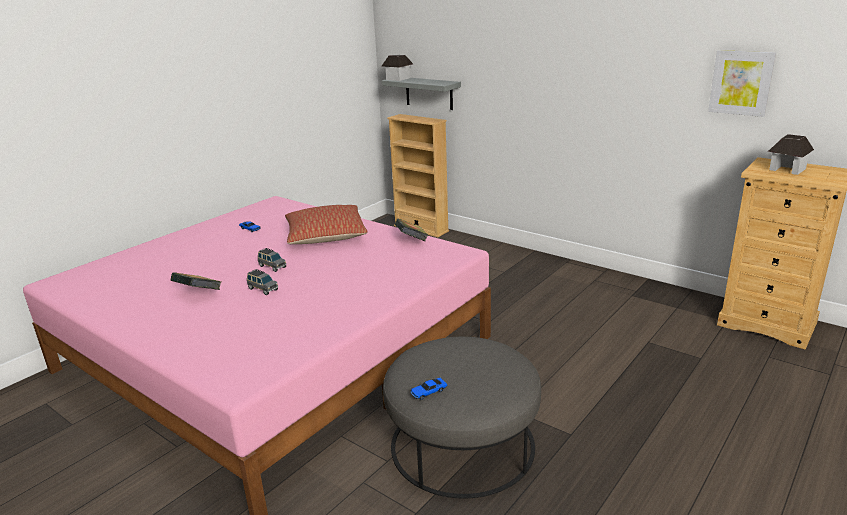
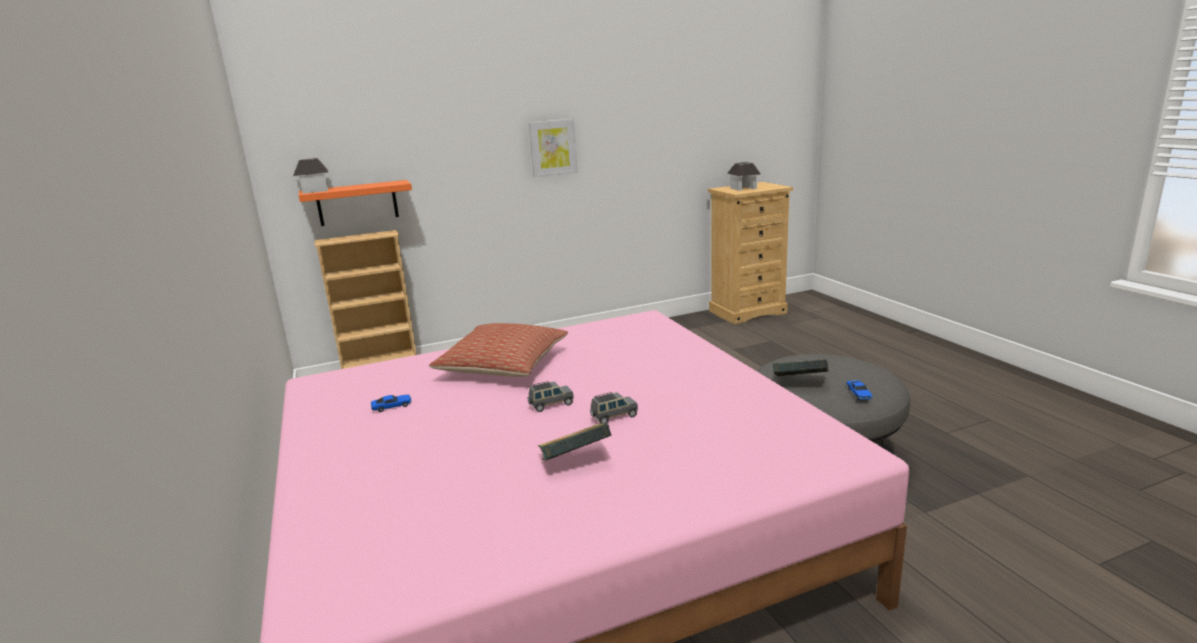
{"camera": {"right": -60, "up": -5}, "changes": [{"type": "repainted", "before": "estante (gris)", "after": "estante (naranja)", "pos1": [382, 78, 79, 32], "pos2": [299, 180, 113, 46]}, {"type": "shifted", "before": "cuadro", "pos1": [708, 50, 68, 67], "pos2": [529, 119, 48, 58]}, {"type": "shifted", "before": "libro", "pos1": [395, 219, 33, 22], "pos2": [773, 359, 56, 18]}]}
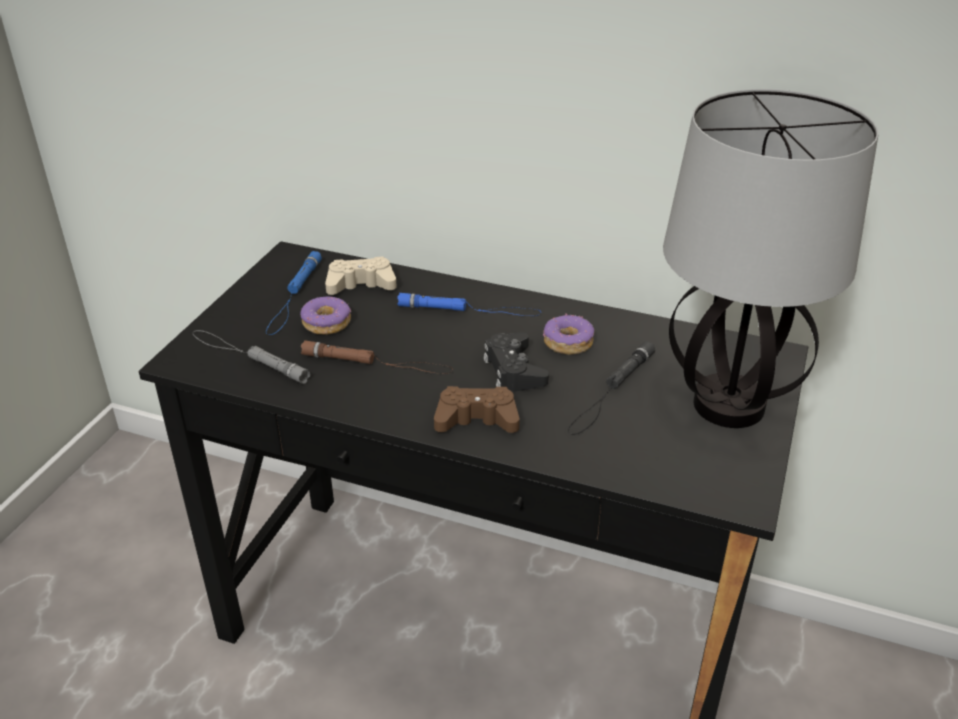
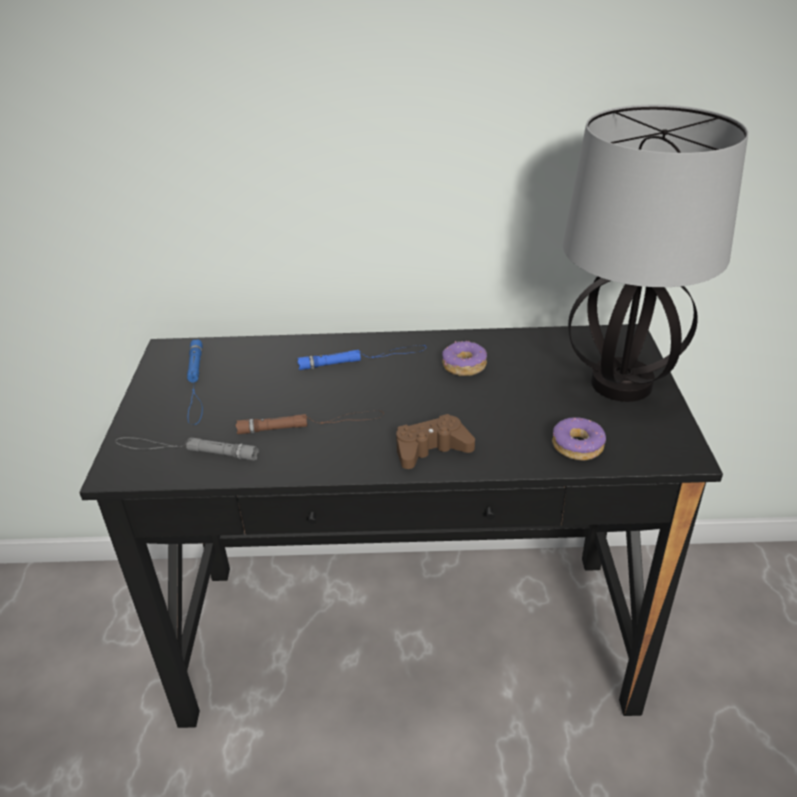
{"camera": {"right": -20, "up": 0}, "changes": [{"type": "shifted", "before": "rosquilla", "pos1": [300, 296, 52, 39], "pos2": [552, 417, 54, 44]}, {"type": "gone", "before": "mando de consola (beis)", "pos1": [325, 256, 72, 39]}, {"type": "gone", "before": "mando de consola (negro)", "pos1": [483, 332, 66, 60]}, {"type": "gone", "before": "linterna (negro)", "pos1": [568, 341, 87, 94]}]}
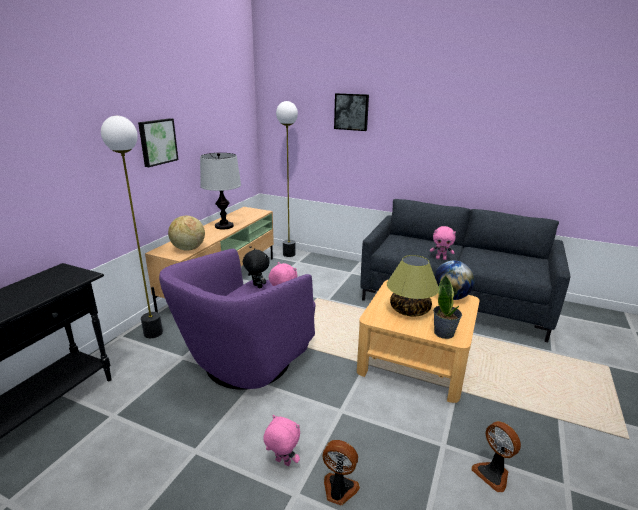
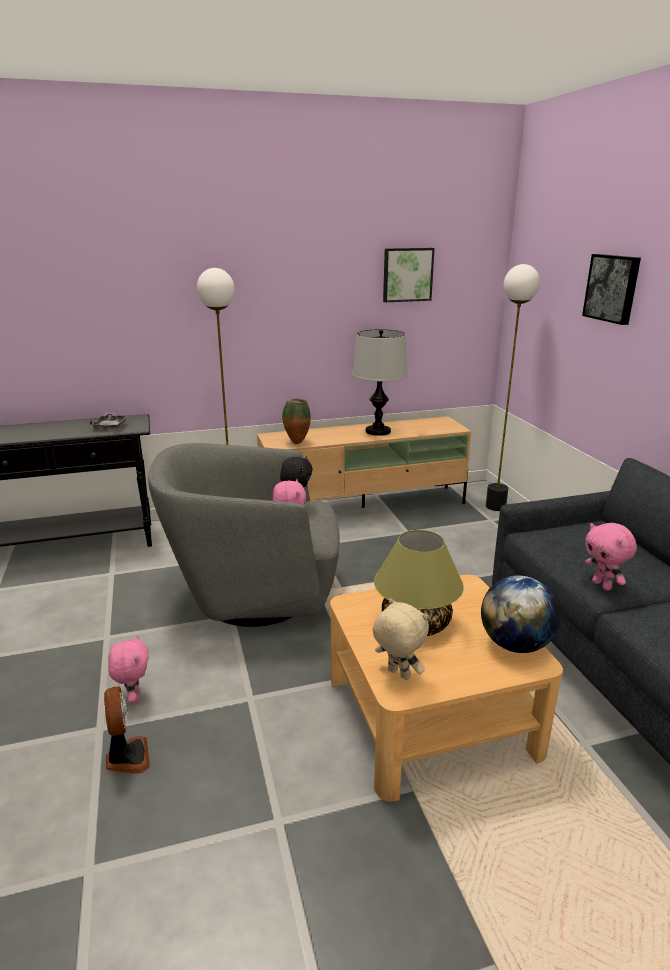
{"camera": {"right": 50, "up": 0}, "changes": [{"type": "new", "after": "bandeja (gris)", "pos2": [89, 413, 40, 17]}, {"type": "repainted", "before": "sillón (morado)", "after": "sillón (gris)", "pos1": [159, 249, 157, 141], "pos2": [148, 443, 192, 184]}, {"type": "swapped", "before": "globo terráqueo", "after": "florero", "pos1": [168, 216, 37, 35], "pos2": [282, 398, 29, 46]}, {"type": "swapped", "before": "planta en maceta", "after": "peluche (beis)", "pos1": [433, 275, 29, 64], "pos2": [373, 598, 56, 82]}, {"type": "shifted", "before": "cuadro", "pos1": [138, 118, 40, 49], "pos2": [383, 248, 52, 54]}, {"type": "gone", "before": "ventilador", "pos1": [471, 421, 50, 71]}]}
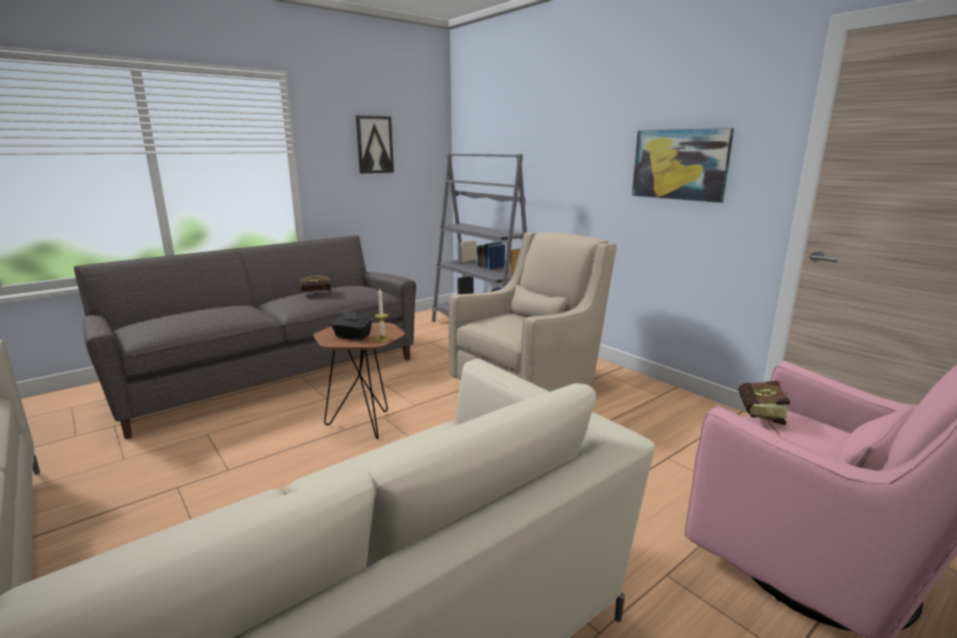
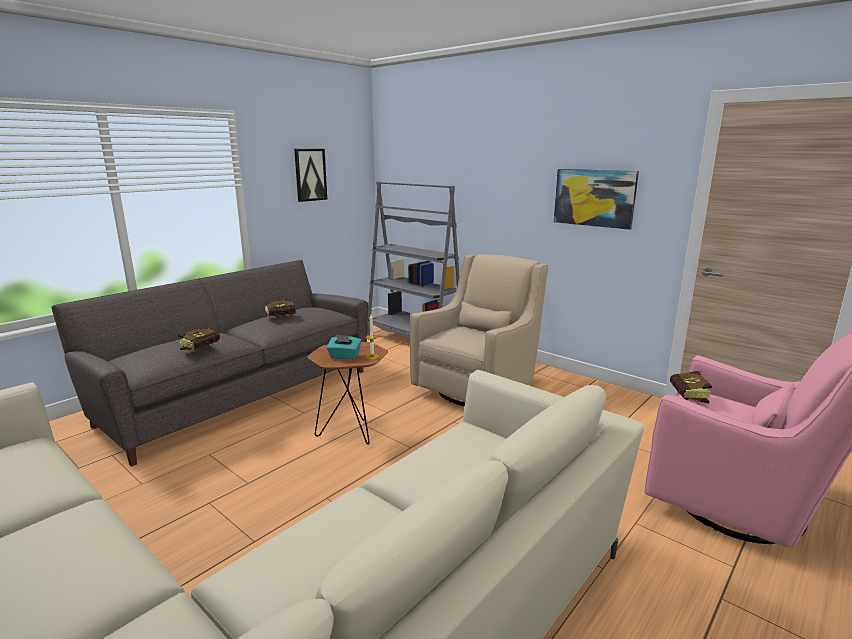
{"camera": {"right": -10, "up": 0}, "changes": [{"type": "new", "after": "libro", "pos2": [178, 326, 42, 24]}, {"type": "repainted", "before": "caja de pañuelos (negro)", "after": "caja de pañuelos (turquesa)", "pos1": [331, 310, 41, 30], "pos2": [326, 335, 35, 25]}]}
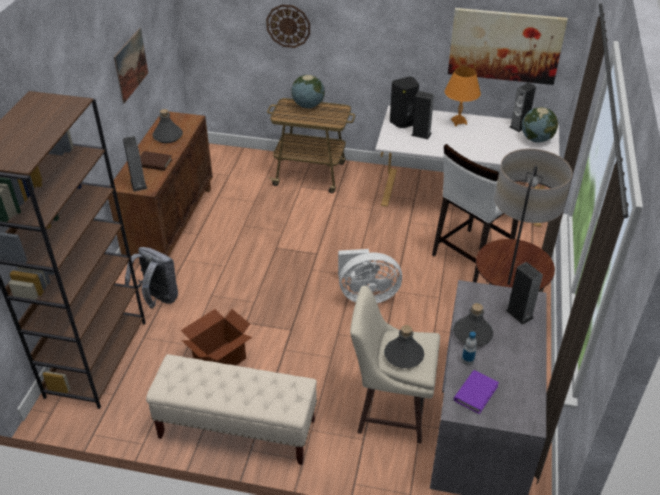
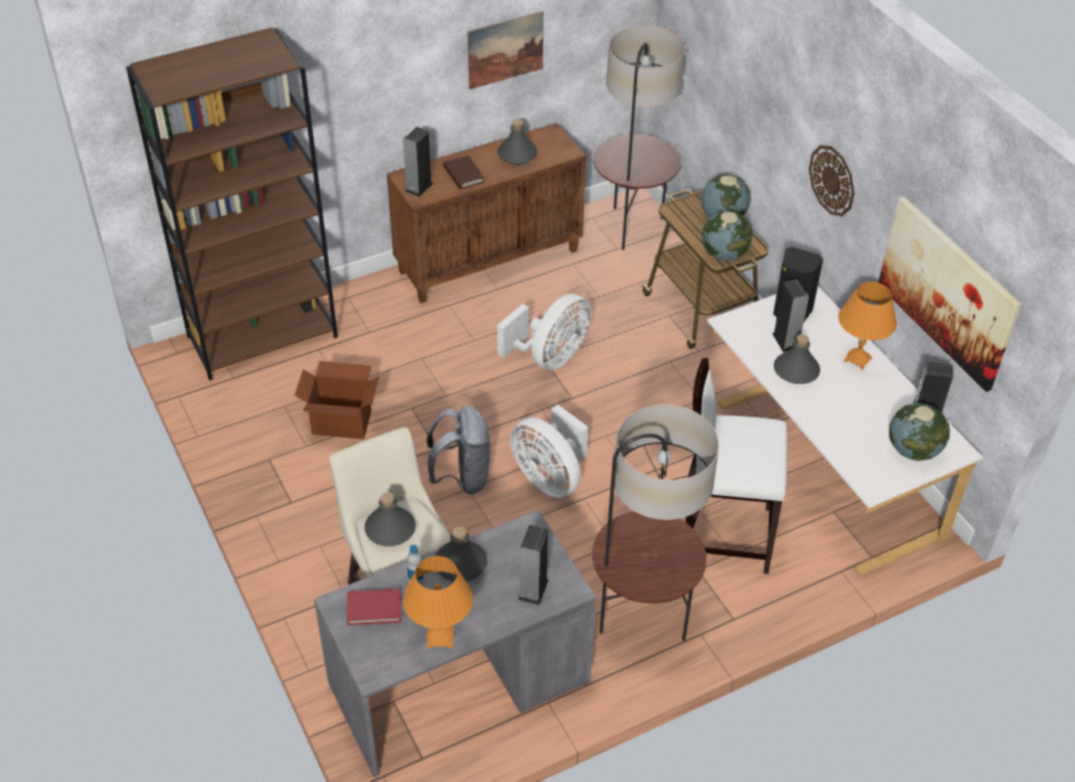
{"camera": {"right": 50, "up": 5}, "changes": [{"type": "repainted", "before": "libro (morado)", "after": "libro (rojo)", "pos1": [454, 370, 45, 44], "pos2": [347, 589, 54, 37]}, {"type": "new", "after": "lámpara de mesa (naranja)", "pos2": [403, 556, 70, 93]}, {"type": "shifted", "before": "mochila (gris)", "pos1": [125, 247, 53, 62], "pos2": [426, 405, 65, 89]}, {"type": "new", "after": "ventilador (blanco)", "pos2": [497, 294, 94, 76]}, {"type": "new", "after": "lámpara de pie", "pos2": [594, 26, 91, 224]}, {"type": "new", "after": "globo terráqueo", "pos2": [702, 210, 51, 51]}, {"type": "new", "after": "botella (gris)", "pos2": [774, 334, 46, 50]}, {"type": "shifted", "before": "reloj de pared", "pos1": [266, 4, 44, 44], "pos2": [809, 145, 46, 71]}, {"type": "gone", "before": "banco (beis)", "pos1": [146, 354, 171, 111]}]}
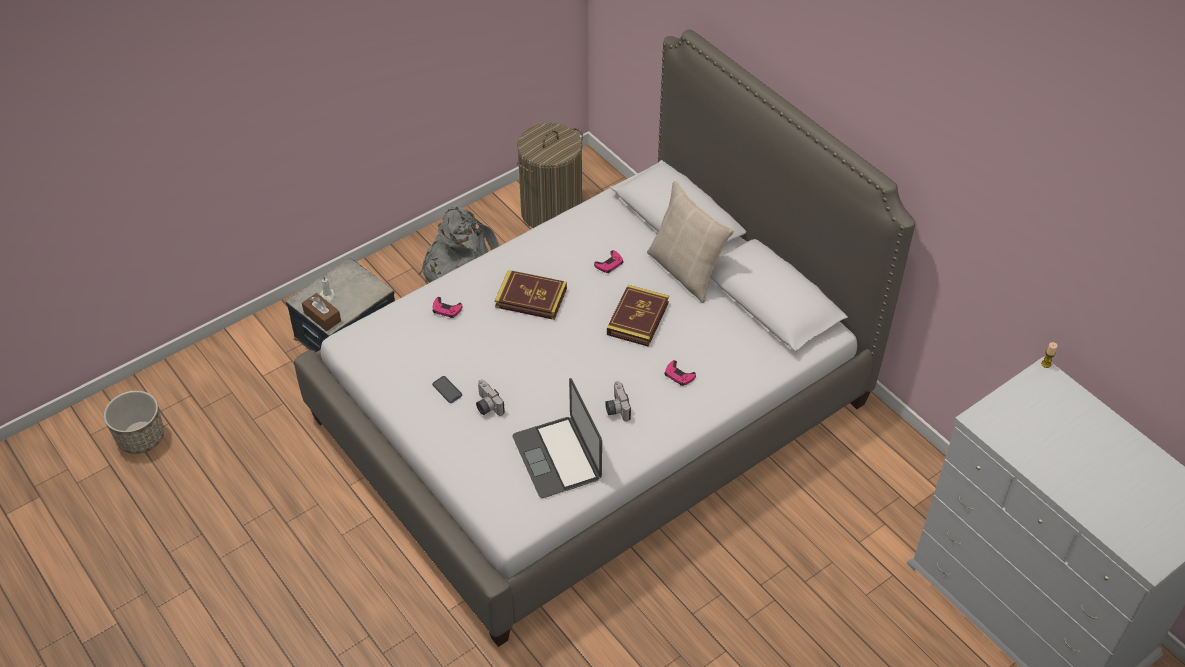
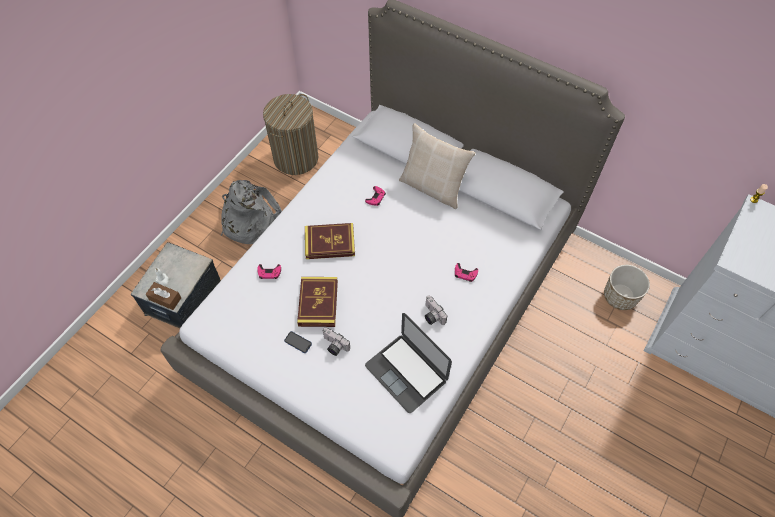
{"camera": {"right": -20, "up": 10}, "changes": [{"type": "shifted", "before": "libro", "pos1": [607, 285, 62, 62], "pos2": [297, 277, 41, 50]}, {"type": "shifted", "before": "maceta", "pos1": [104, 390, 60, 64], "pos2": [604, 265, 46, 45]}]}
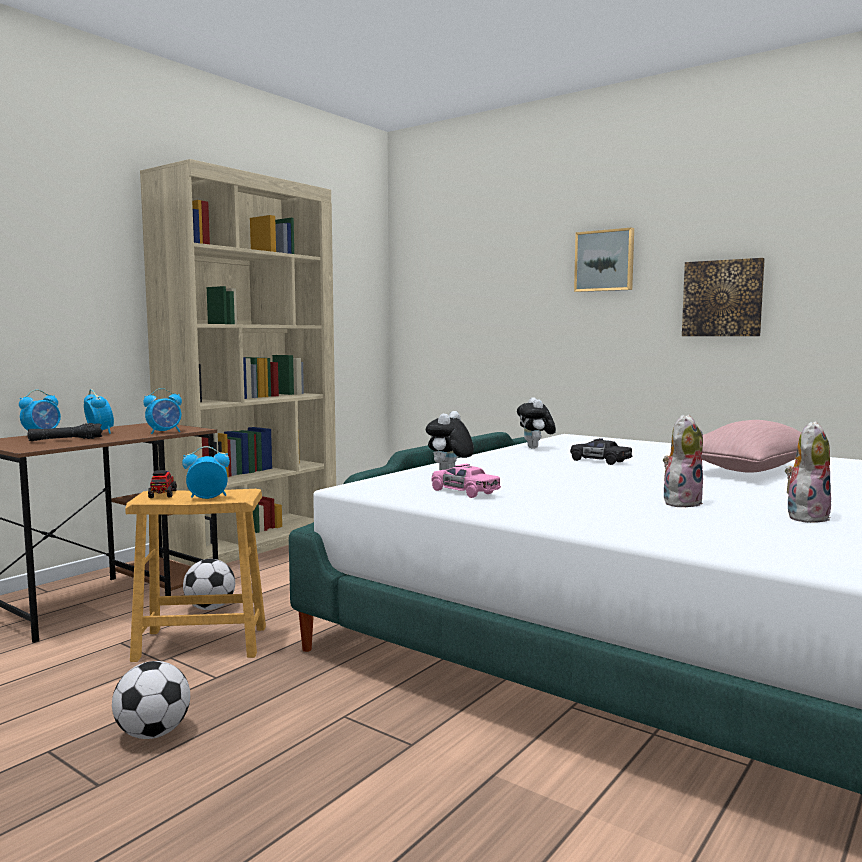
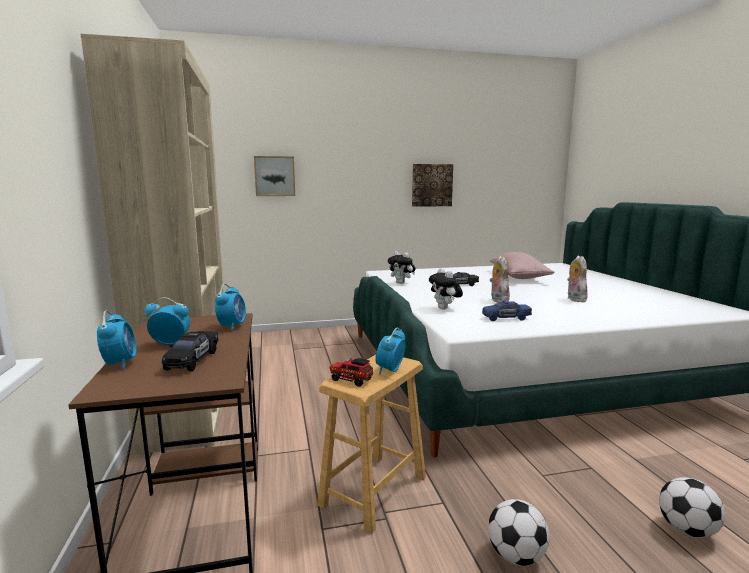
{"camera": {"right": -50, "up": 5}, "changes": [{"type": "swapped", "before": "linterna (negro)", "after": "coche de juguete (negro)", "pos1": [27, 423, 76, 18], "pos2": [162, 331, 57, 40]}, {"type": "shifted", "before": "cuadro", "pos1": [574, 227, 60, 65], "pos2": [254, 156, 41, 40]}, {"type": "repainted", "before": "coche de juguete (rosa)", "after": "coche de juguete (azul)", "pos1": [431, 464, 70, 34], "pos2": [482, 301, 50, 20]}, {"type": "shifted", "before": "peluche", "pos1": [785, 421, 46, 102], "pos2": [490, 256, 20, 47]}, {"type": "shifted", "before": "balón de fútbol", "pos1": [183, 559, 52, 51], "pos2": [659, 477, 66, 61]}]}
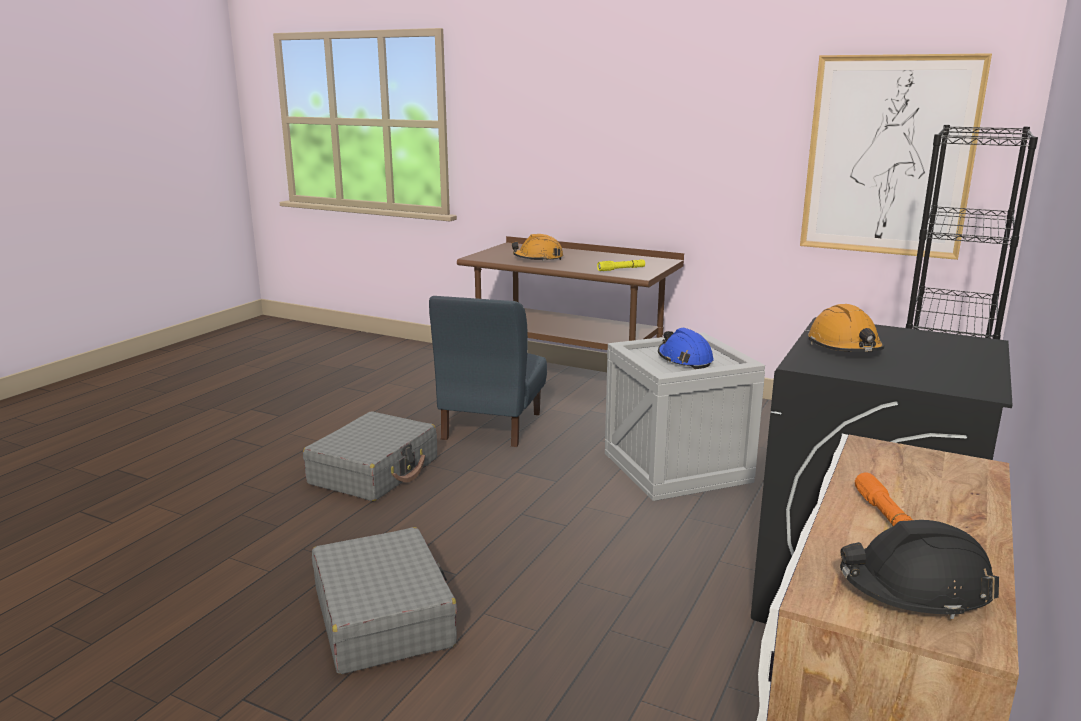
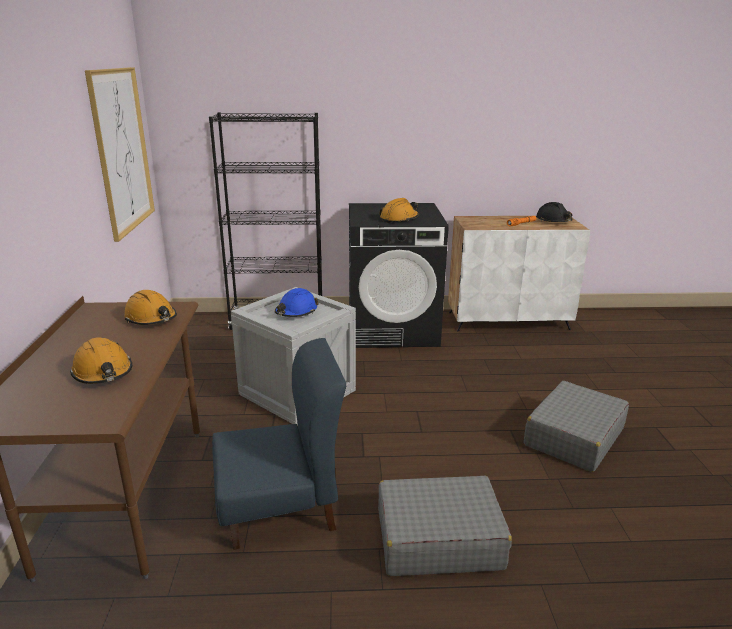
{"camera": {"right": -120, "up": 5}, "changes": [{"type": "swapped", "before": "linterna (amarillo)", "after": "casco (naranja)", "pos1": [597, 259, 48, 12], "pos2": [124, 290, 53, 35]}]}
